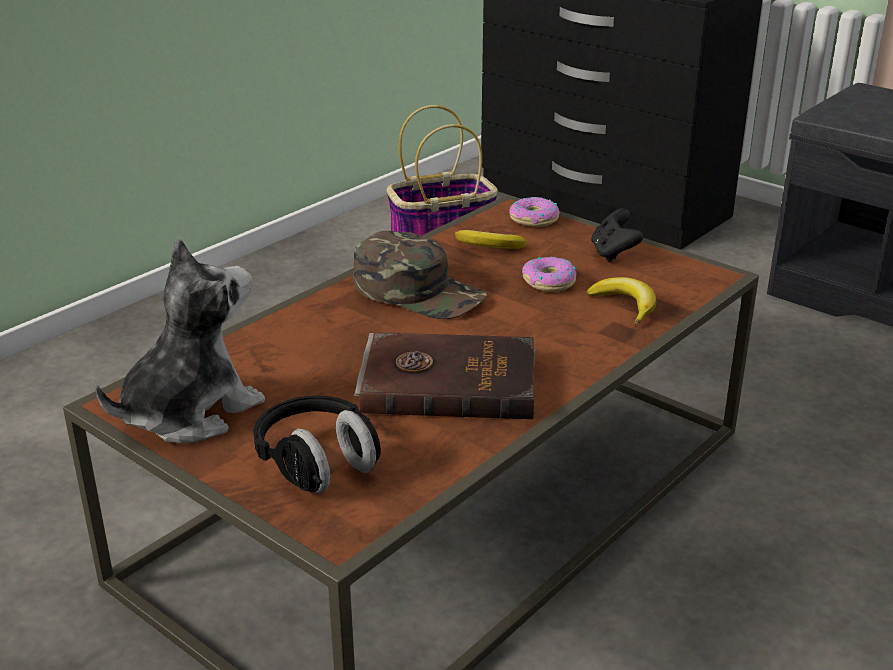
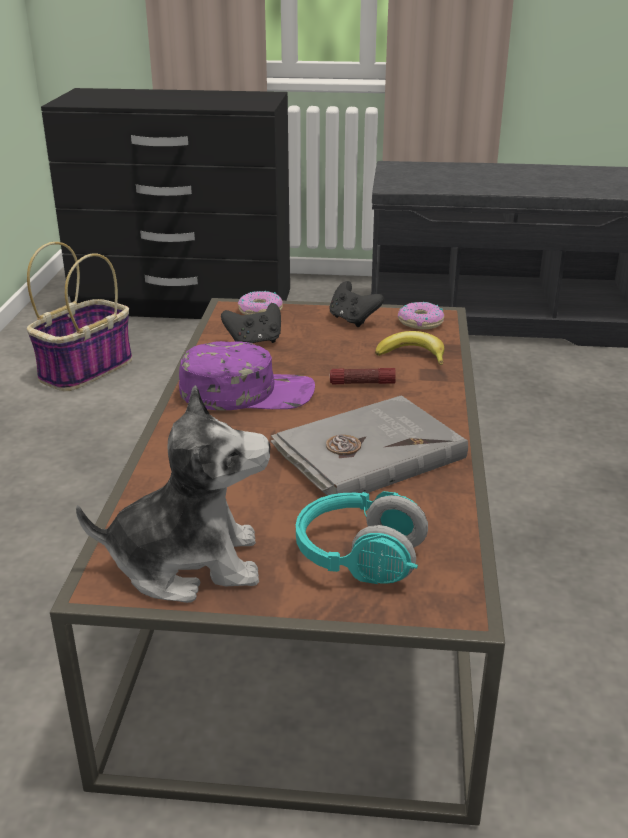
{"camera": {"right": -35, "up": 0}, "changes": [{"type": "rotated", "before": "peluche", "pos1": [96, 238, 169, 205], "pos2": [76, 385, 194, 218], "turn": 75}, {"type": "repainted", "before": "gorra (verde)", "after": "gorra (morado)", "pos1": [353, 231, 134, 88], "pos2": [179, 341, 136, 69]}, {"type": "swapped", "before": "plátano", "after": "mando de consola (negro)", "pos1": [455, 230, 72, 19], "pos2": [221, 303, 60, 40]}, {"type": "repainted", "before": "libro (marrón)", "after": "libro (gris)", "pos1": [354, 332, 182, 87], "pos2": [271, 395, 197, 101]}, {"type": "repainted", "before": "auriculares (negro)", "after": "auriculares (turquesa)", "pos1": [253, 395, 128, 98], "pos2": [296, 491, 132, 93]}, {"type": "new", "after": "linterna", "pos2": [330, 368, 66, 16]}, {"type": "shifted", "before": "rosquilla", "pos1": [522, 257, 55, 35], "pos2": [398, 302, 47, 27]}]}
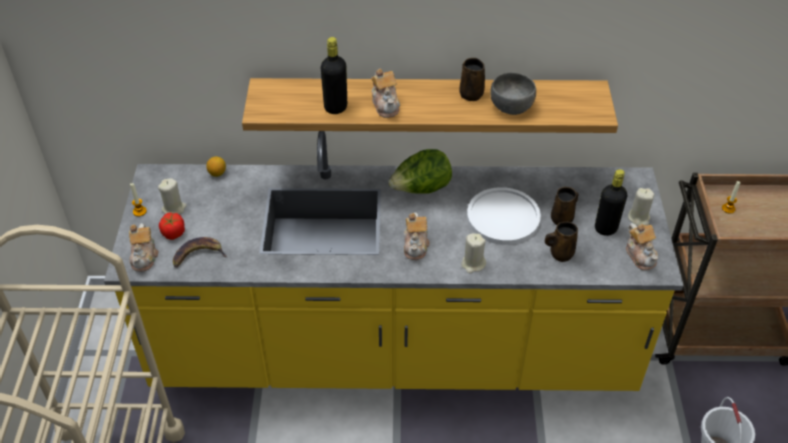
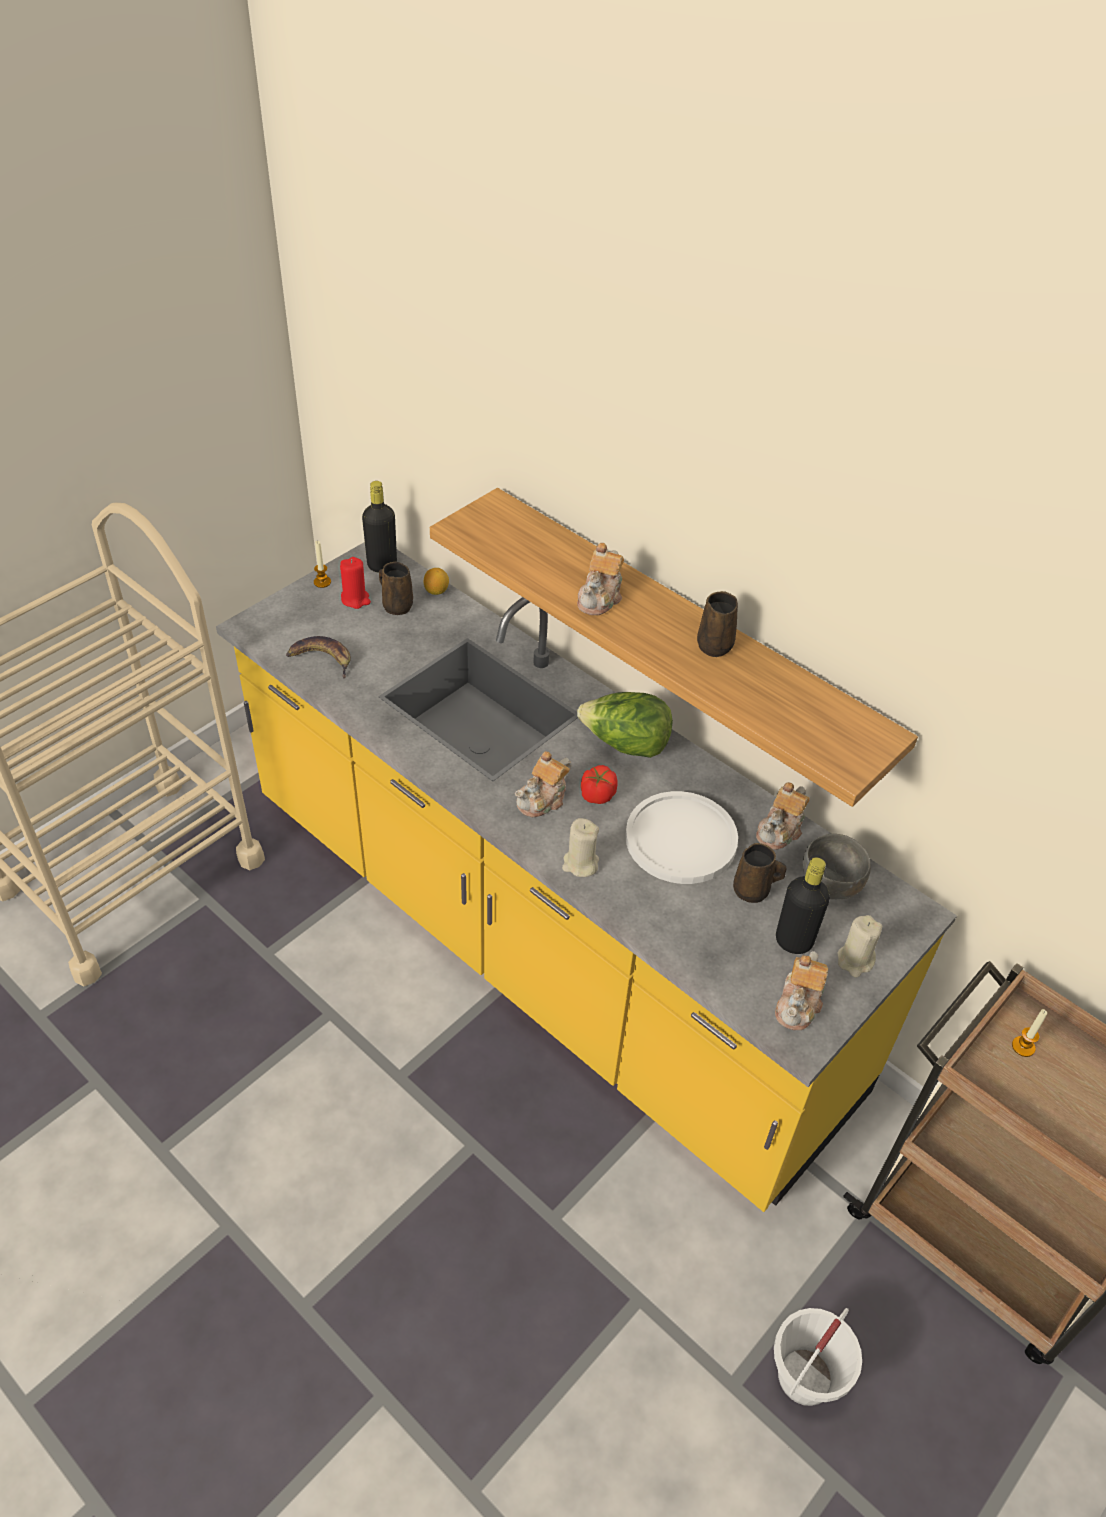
{"camera": {"right": 40, "up": 0}, "changes": [{"type": "repainted", "before": "vela (beis)", "after": "vela (rojo)", "pos1": [158, 178, 29, 36], "pos2": [340, 557, 31, 52]}, {"type": "shifted", "before": "botella (negro)", "pos1": [321, 37, 26, 77], "pos2": [362, 481, 35, 92]}, {"type": "shifted", "before": "taza grande (marrón)", "pos1": [545, 222, 33, 40], "pos2": [379, 562, 34, 53]}, {"type": "shifted", "before": "tomate", "pos1": [159, 212, 26, 28], "pos2": [581, 765, 37, 39]}, {"type": "shifted", "before": "tetera", "pos1": [129, 223, 29, 49], "pos2": [756, 782, 53, 68]}, {"type": "shifted", "before": "cuenco (gris)", "pos1": [490, 72, 46, 43], "pos2": [803, 834, 68, 65]}]}
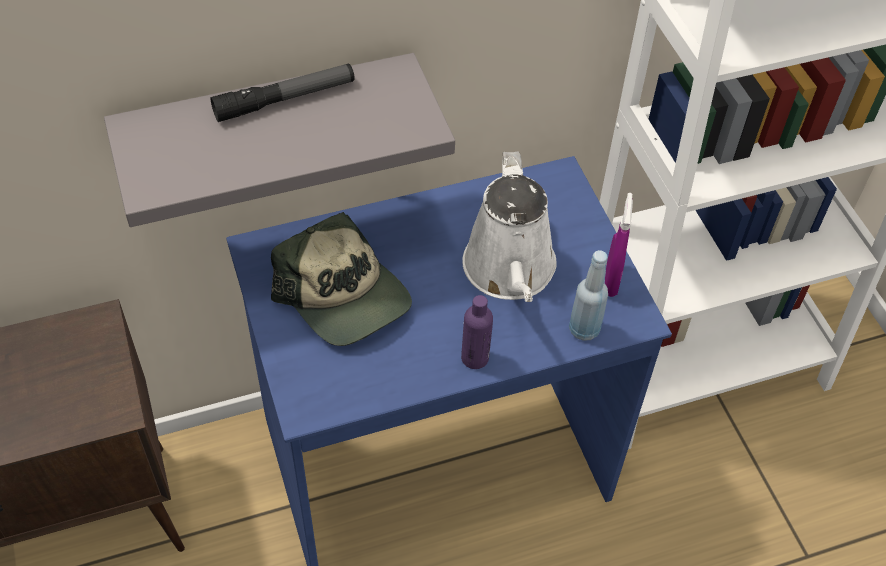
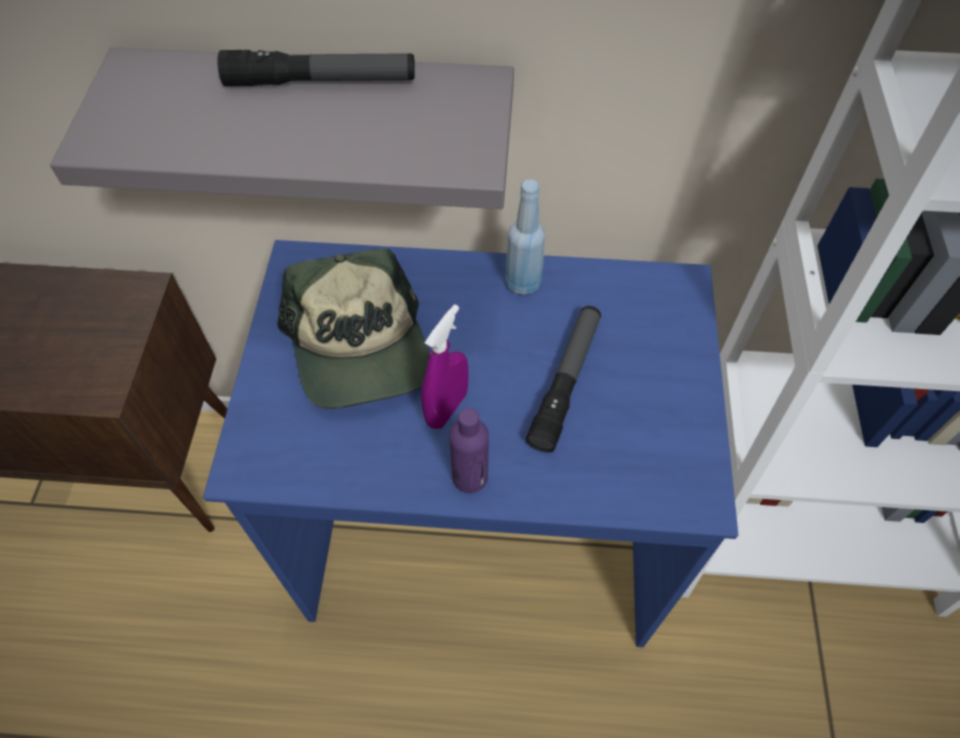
{"camera": {"right": 25, "up": 5}, "changes": [{"type": "shifted", "before": "pulverizador (morado)", "pos1": [605, 193, 28, 104], "pos2": [421, 304, 48, 125]}, {"type": "shifted", "before": "botella (azul)", "pos1": [569, 250, 39, 91], "pos2": [505, 179, 40, 116]}, {"type": "swapped", "before": "regadera (blanco)", "after": "linterna", "pos1": [462, 151, 95, 151], "pos2": [526, 306, 75, 147]}]}
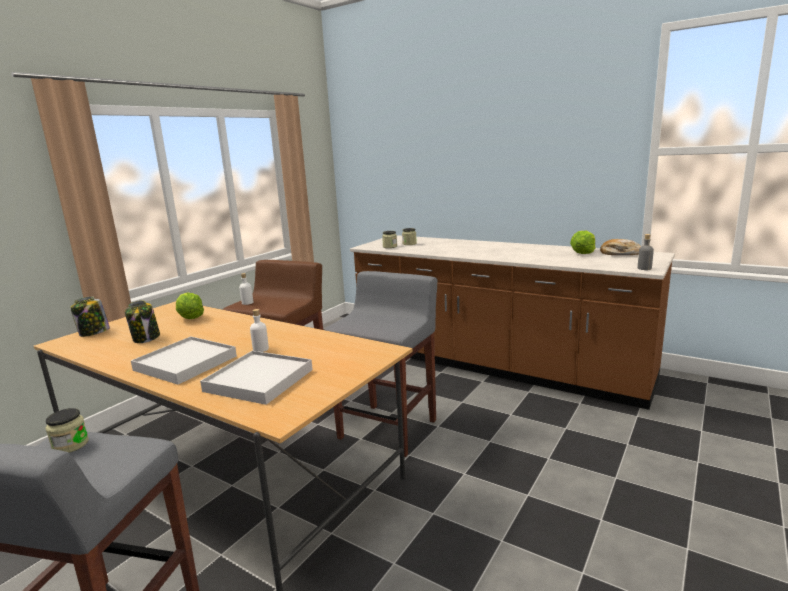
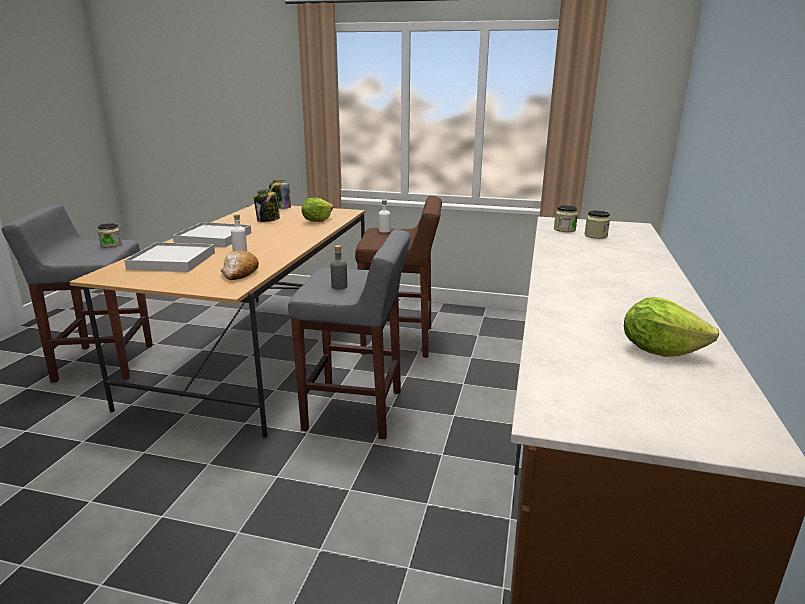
{"camera": {"right": 70, "up": 5}, "changes": [{"type": "shifted", "before": "pan", "pos1": [600, 239, 41, 16], "pos2": [221, 251, 38, 29]}, {"type": "shifted", "before": "botella (gris)", "pos1": [638, 234, 16, 36], "pos2": [331, 245, 16, 45]}]}
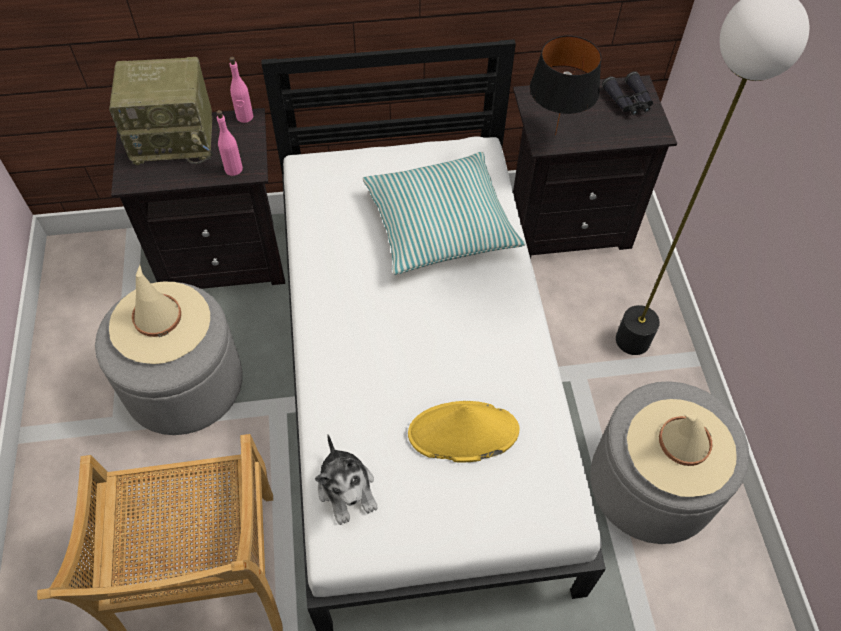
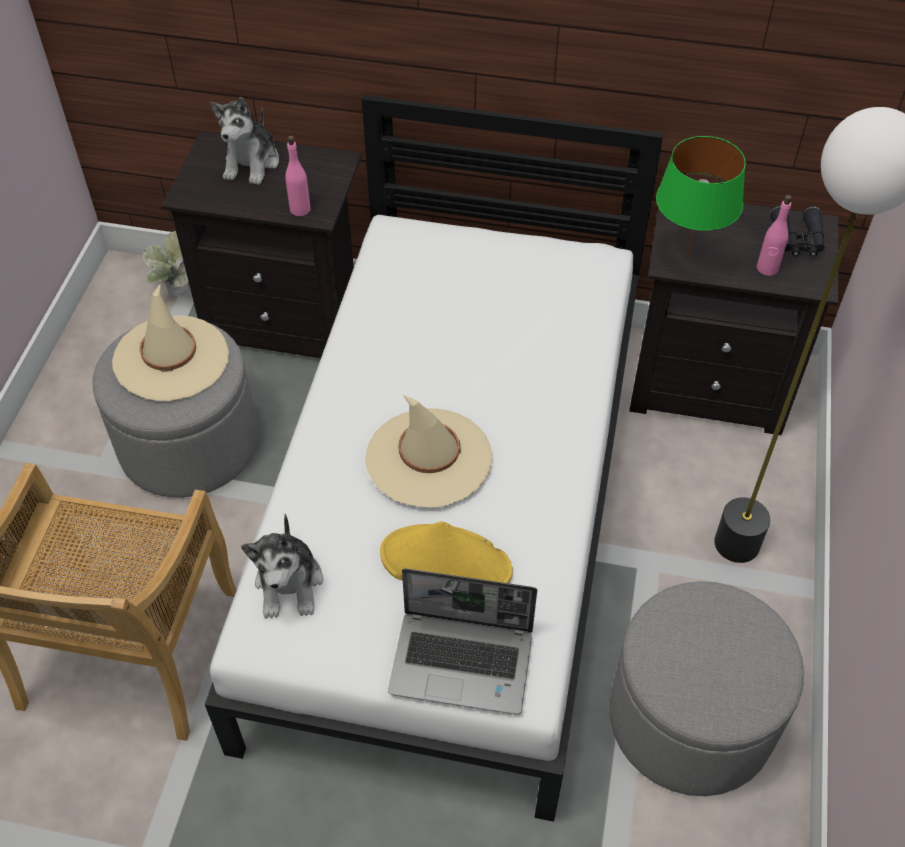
{"camera": {"right": 20, "up": -5}, "changes": [{"type": "new", "after": "planta en maceta", "pos2": [143, 231, 47, 66]}, {"type": "swapped", "before": "radio", "after": "peluche", "pos1": [109, 57, 104, 108], "pos2": [210, 97, 69, 88]}, {"type": "shifted", "before": "sombrero (beis)", "pos1": [627, 399, 110, 98], "pos2": [365, 395, 127, 113]}, {"type": "new", "after": "portátil", "pos2": [388, 568, 149, 147]}, {"type": "repainted", "before": "lámpara de mesa (negro)", "after": "lámpara de mesa (verde)", "pos1": [530, 36, 71, 100], "pos2": [656, 136, 90, 122]}, {"type": "shifted", "before": "botella (rosa)", "pos1": [229, 57, 24, 66], "pos2": [757, 195, 35, 81]}, {"type": "gone", "before": "cojín", "pos1": [363, 152, 162, 123]}]}
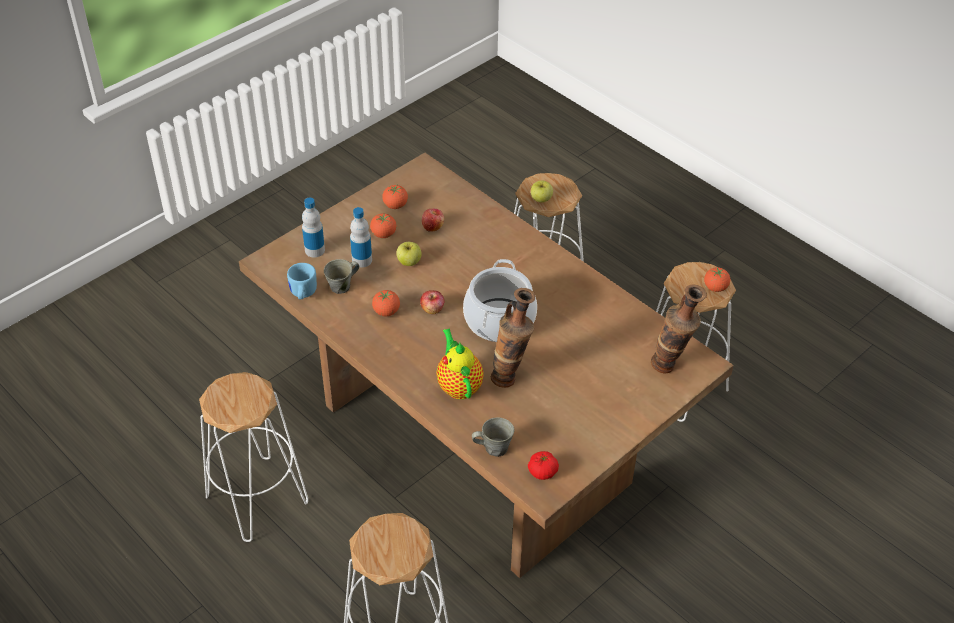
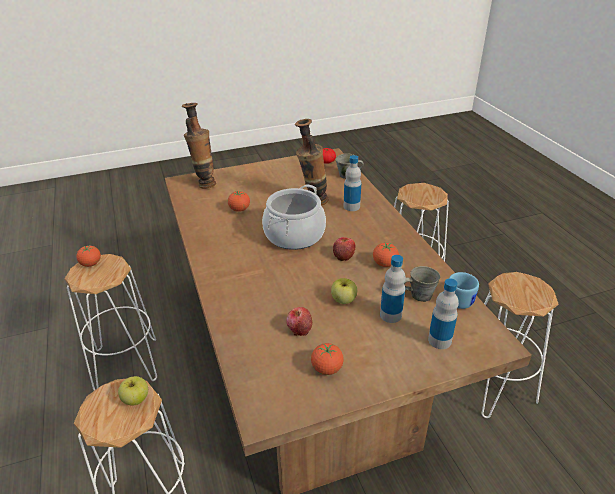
{"camera": {"right": -155, "up": -10}, "changes": [{"type": "shifted", "before": "tomate", "pos1": [370, 213, 26, 25], "pos2": [228, 191, 22, 21]}, {"type": "swapped", "before": "tetera", "after": "botella", "pos1": [436, 328, 48, 71], "pos2": [344, 155, 17, 56]}]}
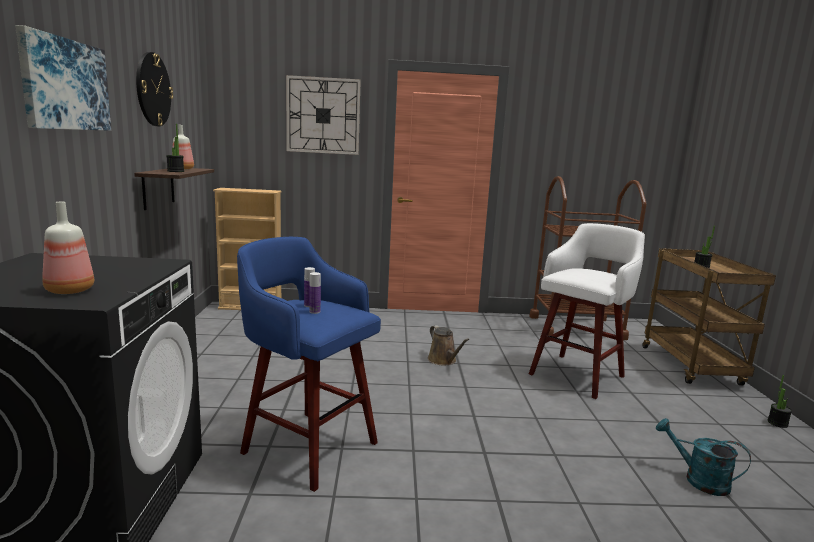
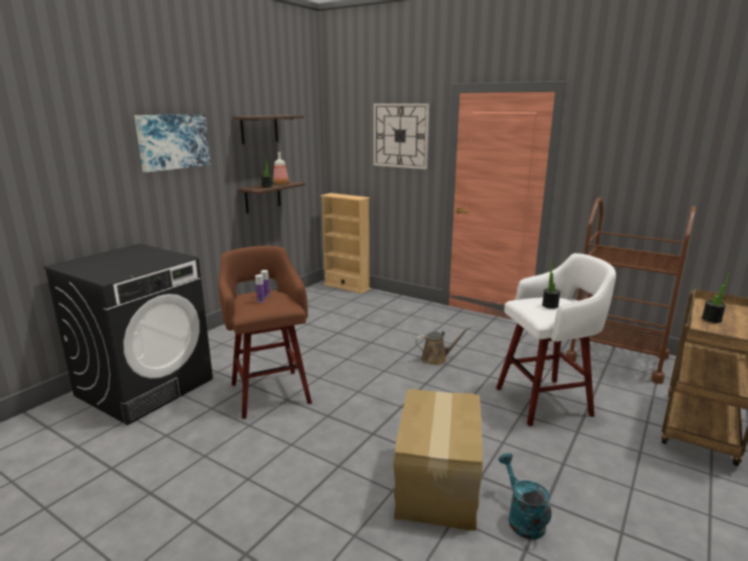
{"camera": {"right": 35, "up": 5}, "changes": [{"type": "repainted", "before": "taburete (azul)", "after": "taburete (marrón)", "pos1": [237, 237, 144, 255], "pos2": [219, 246, 93, 173]}, {"type": "swapped", "before": "reloj de pared", "after": "estante", "pos1": [136, 52, 37, 74], "pos2": [232, 115, 72, 29]}, {"type": "new", "after": "caja de cartón", "pos2": [393, 389, 90, 141]}, {"type": "rotated", "before": "regadera (marrón)", "pos1": [428, 325, 42, 40], "pos2": [415, 327, 55, 38], "turn": -105}, {"type": "shifted", "before": "planta en maceta", "pos1": [768, 375, 24, 53], "pos2": [542, 260, 18, 49]}, {"type": "gone", "before": "botella", "pos1": [42, 202, 52, 92]}]}
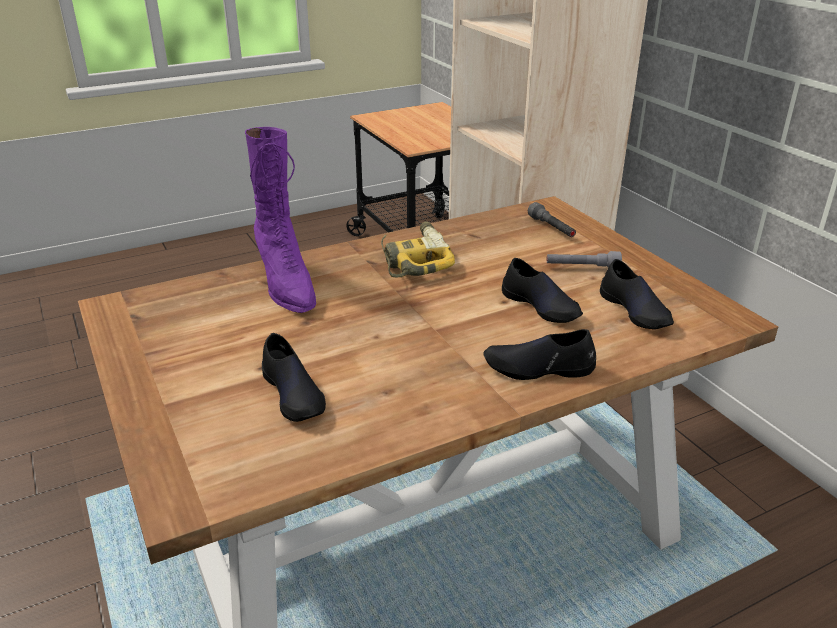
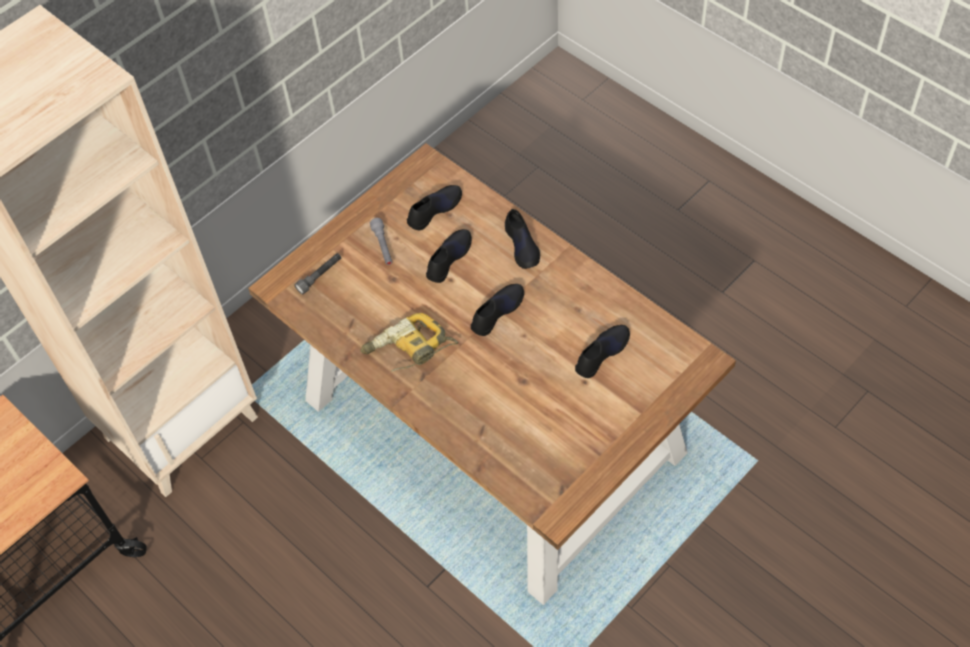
{"camera": {"right": -105, "up": 25}, "changes": [{"type": "new", "after": "zapato (negro)", "pos2": [471, 284, 53, 52]}, {"type": "gone", "before": "bota (morado)", "pos1": [245, 127, 71, 186]}]}
